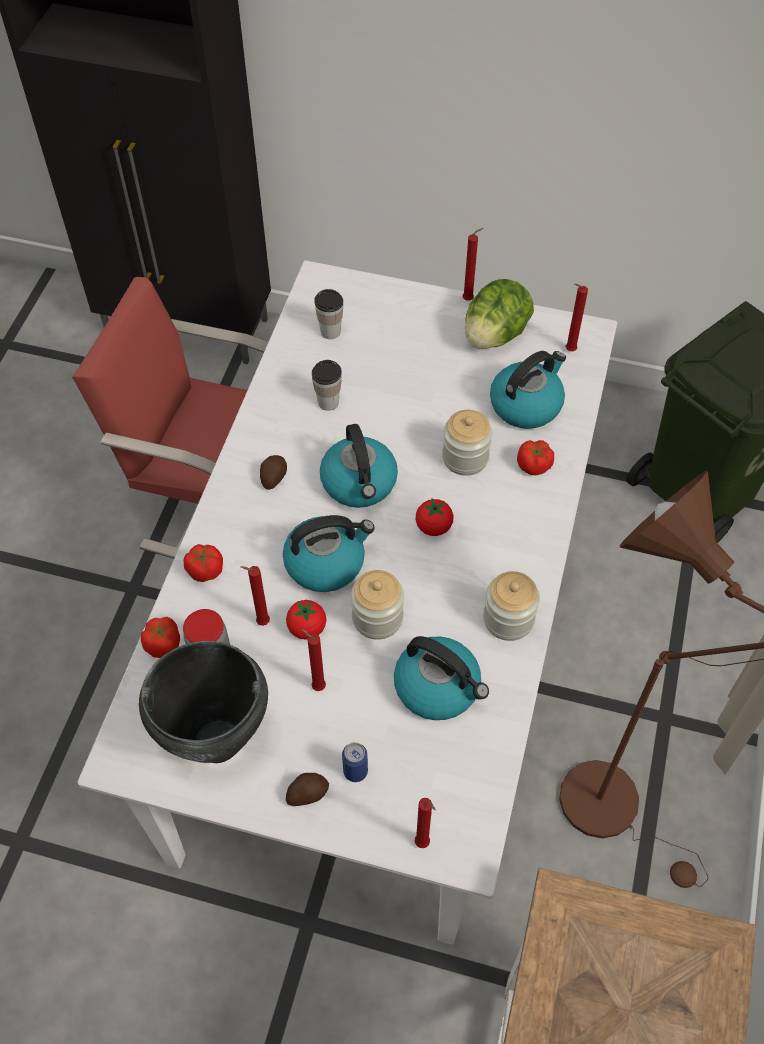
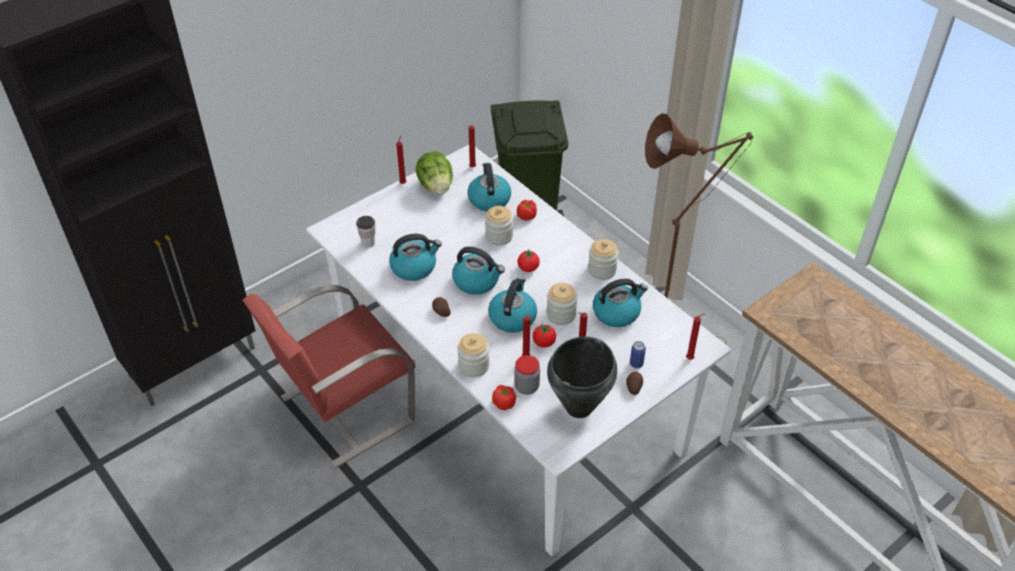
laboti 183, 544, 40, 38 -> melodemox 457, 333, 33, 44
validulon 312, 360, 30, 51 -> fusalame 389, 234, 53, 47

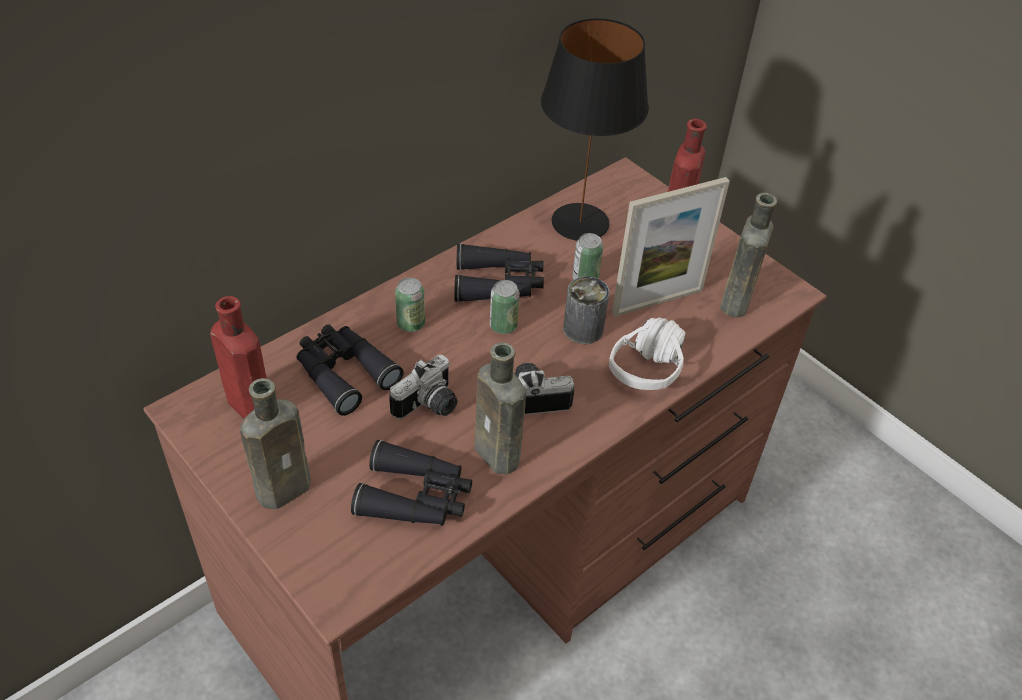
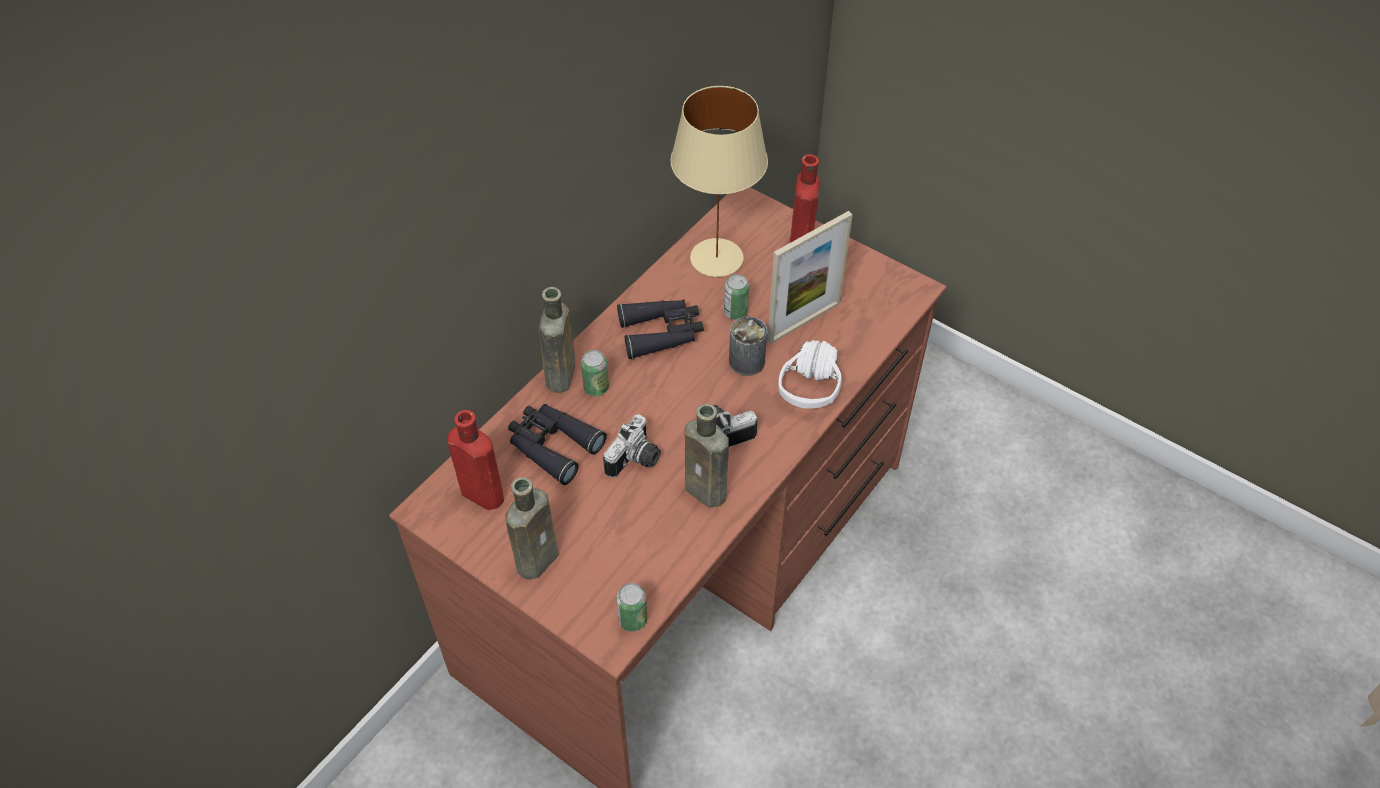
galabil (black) 351, 440, 121, 86 -> none
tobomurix 490, 280, 30, 54 -> tobomurix 616, 583, 31, 49, relocated
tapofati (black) 541, 18, 108, 223 -> tapofati (beige) 670, 86, 98, 191
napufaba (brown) 720, 193, 57, 125 -> napufaba (brown) 539, 287, 36, 106, relocated

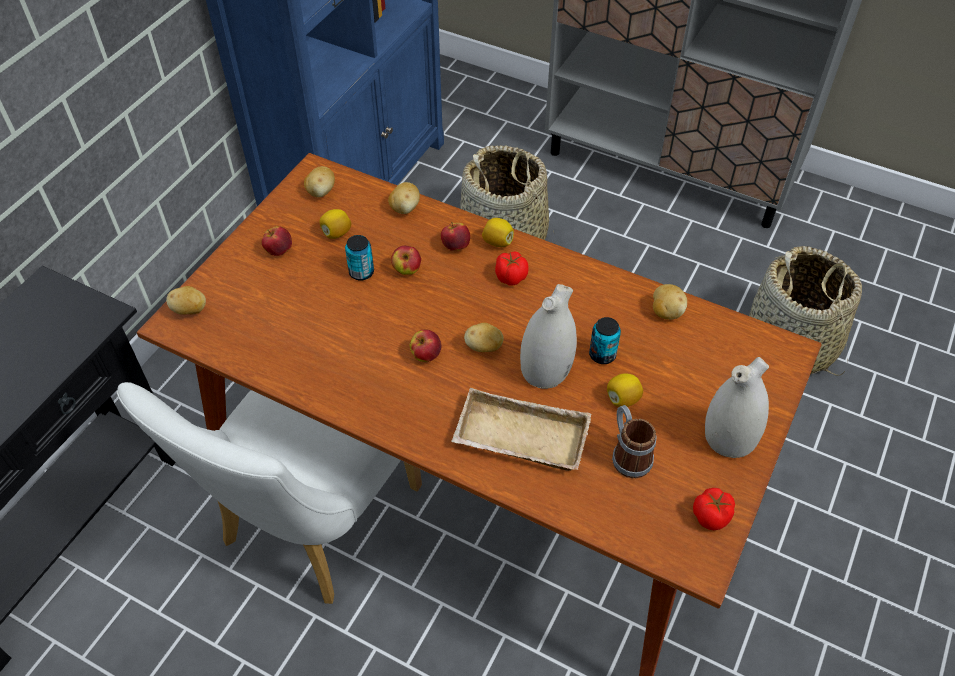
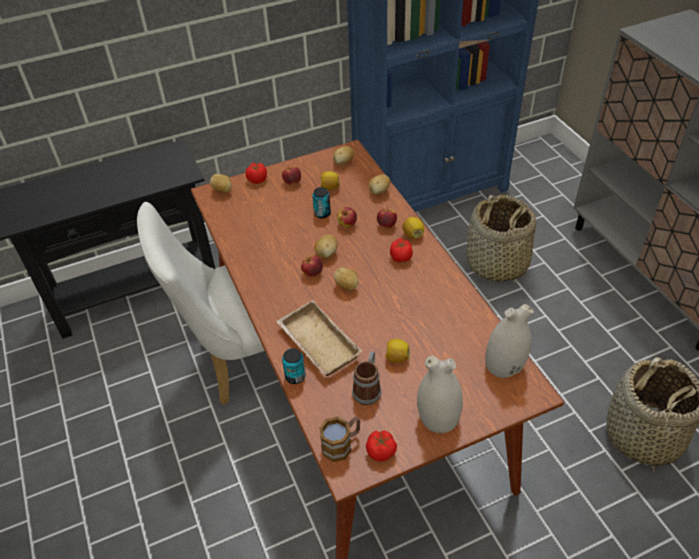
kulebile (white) 520, 284, 57, 105 -> kulebile (white) 485, 304, 49, 74, relocated
tobomurix 589, 317, 32, 47 -> tobomurix 282, 348, 24, 36, relocated
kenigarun 653, 284, 34, 36 -> kenigarun 314, 235, 24, 23, relocated
none -> laboti 245, 163, 22, 21
none -> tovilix 319, 416, 41, 46

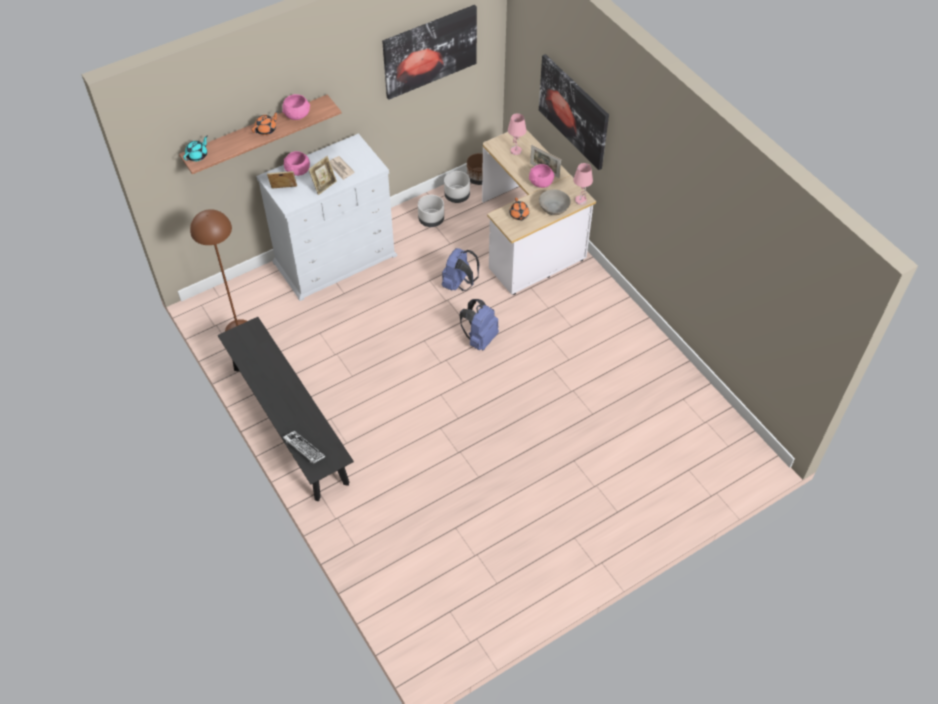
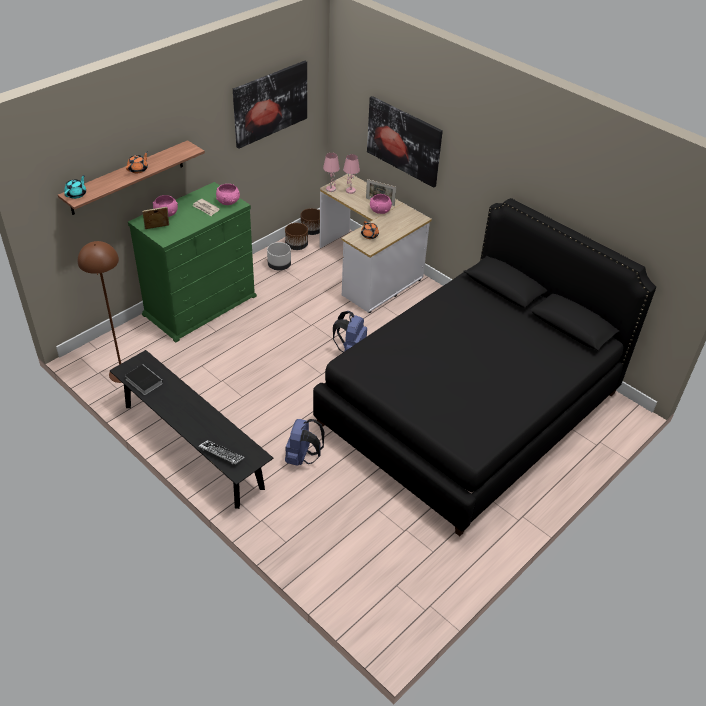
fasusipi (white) 256, 133, 141, 168 -> fasusipi (green) 128, 182, 129, 161
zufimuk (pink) 282, 94, 28, 26 -> zufimuk (pink) 216, 184, 24, 21, relocated
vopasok 308, 156, 29, 39 -> none
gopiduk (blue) 442, 248, 37, 43 -> gopiduk (blue) 285, 419, 39, 47, relocated
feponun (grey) 444, 171, 26, 32 -> feponun (brown) 285, 223, 23, 27
zufimuk (grey) 539, 189, 32, 26 -> none
tapofati (pink) 573, 163, 20, 42 -> tapofati (pink) 323, 153, 17, 39, relocated
none -> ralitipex 125, 364, 38, 31
none -> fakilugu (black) 313, 198, 343, 338

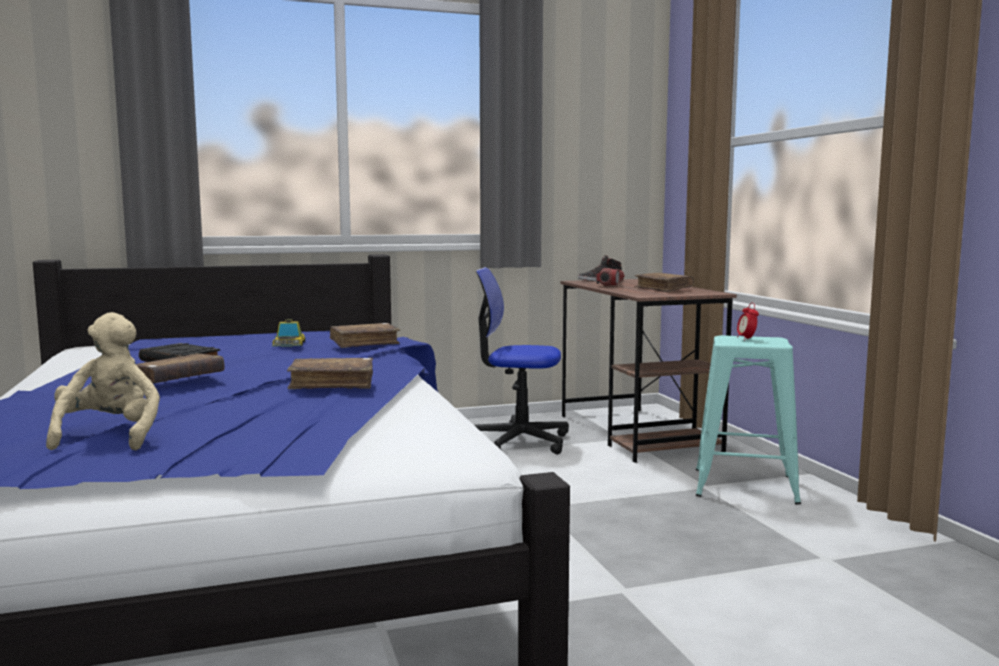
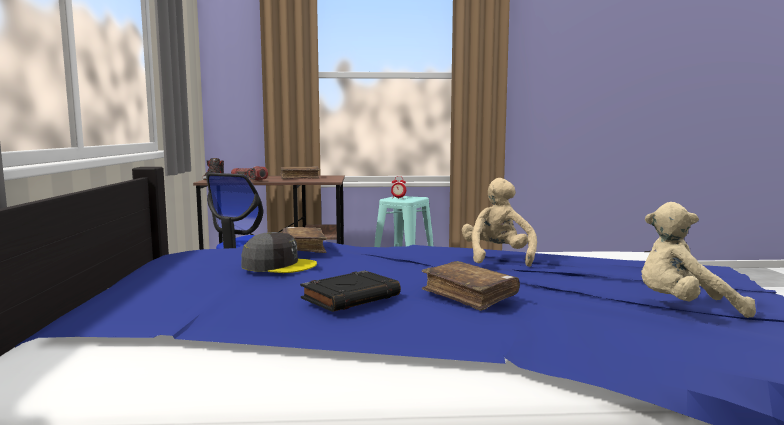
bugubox 272, 319, 34, 28 -> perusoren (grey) 242, 232, 75, 41
ralitipex (brown) 287, 358, 86, 31 -> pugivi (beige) 462, 178, 75, 89

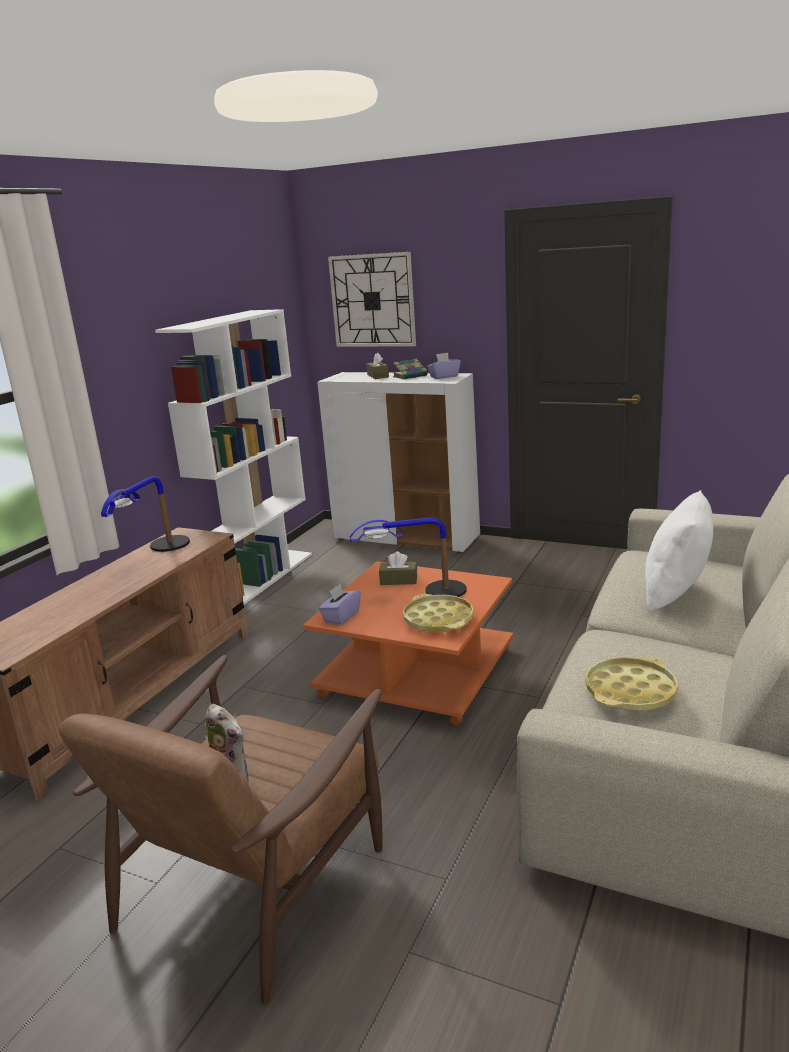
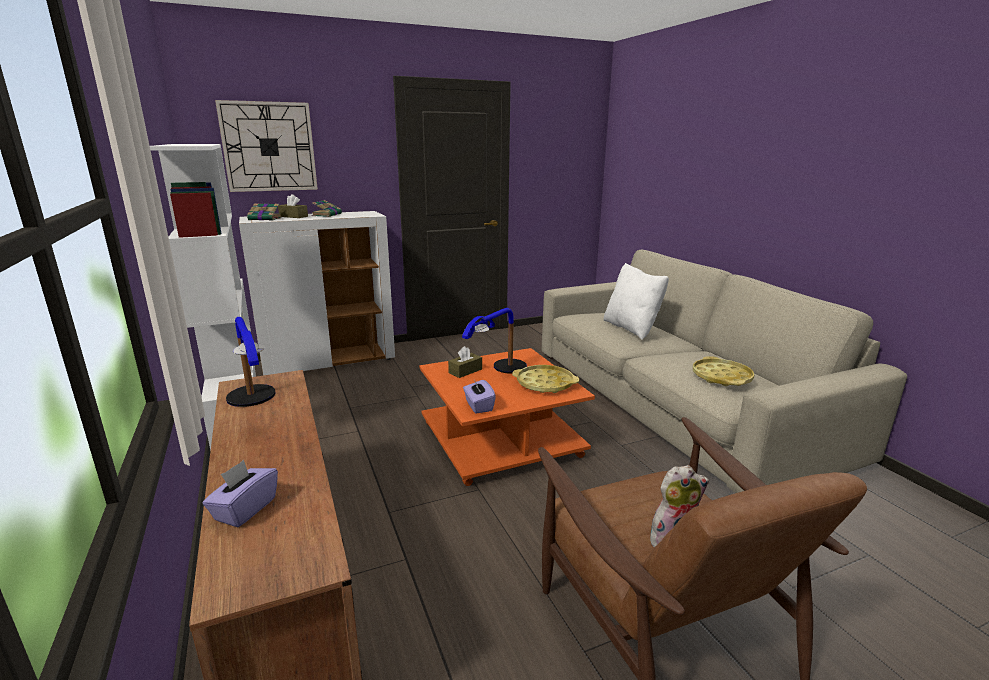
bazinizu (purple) 427, 353, 34, 26 -> bazinizu (purple) 203, 460, 75, 67, relocated
none -> ralitipex 247, 203, 35, 17

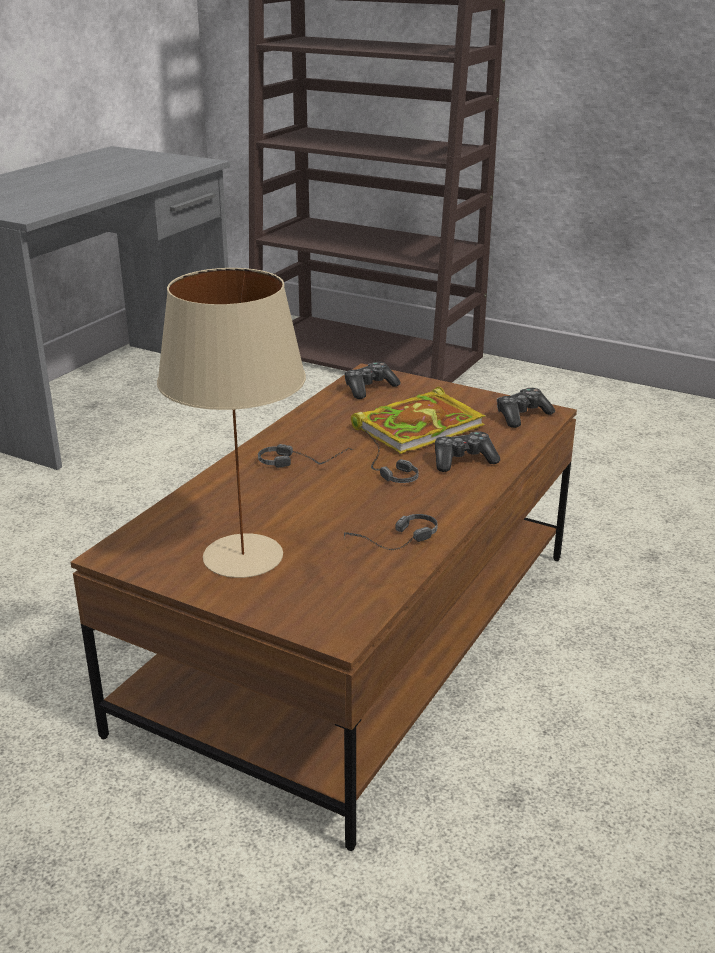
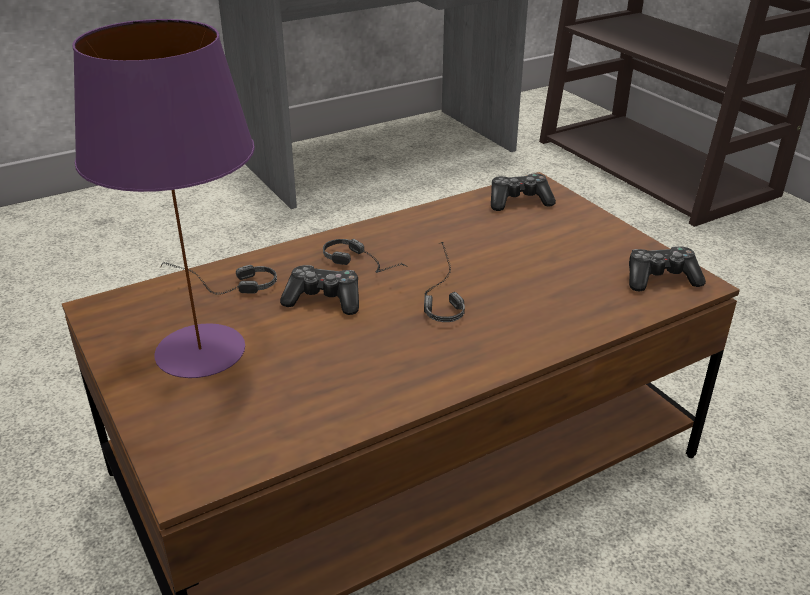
tapofati (beige) 157, 268, 149, 310 -> tapofati (purple) 72, 19, 183, 359
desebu 344, 514, 94, 36 -> desebu 160, 262, 117, 33, relocated
ralitipex 351, 387, 134, 67 -> none
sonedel 435, 431, 65, 41 -> sonedel 280, 265, 79, 50, relocated

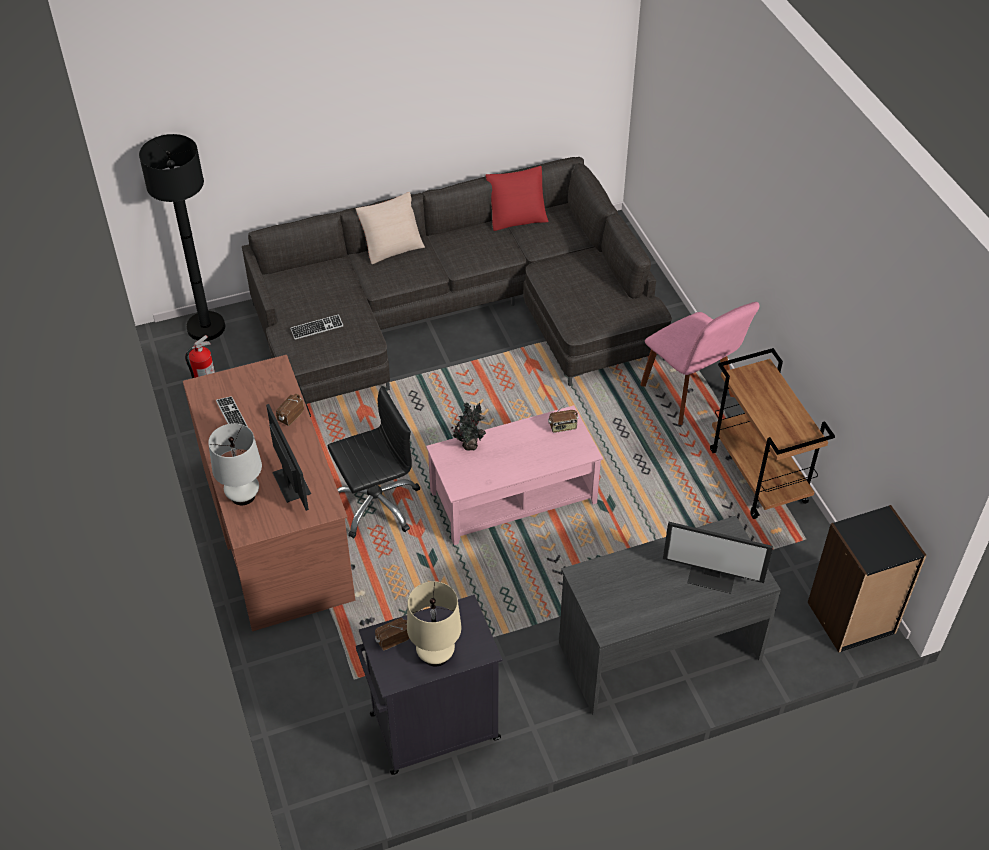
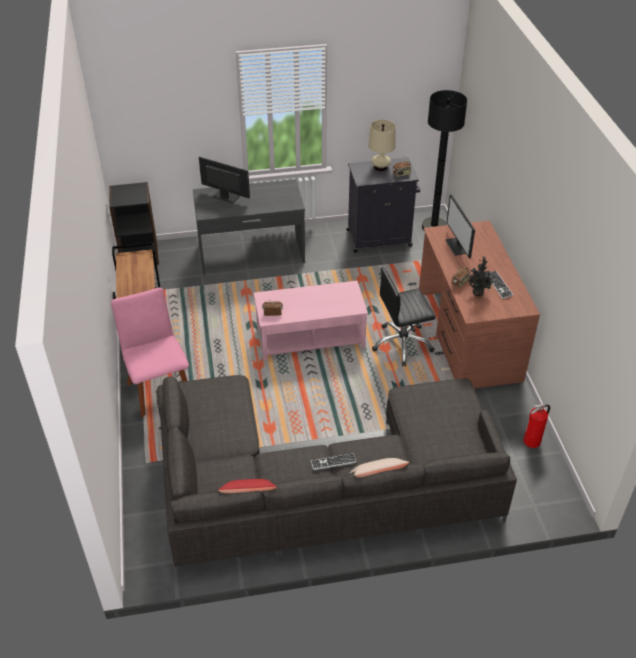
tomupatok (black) 139, 134, 86, 207 -> tomupatok (black) 422, 90, 45, 140, relocated
tapofati (white) 208, 423, 54, 82 -> none
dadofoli 290, 314, 53, 26 -> dadofoli 311, 453, 46, 17, relocated
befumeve 451, 402, 35, 48 -> befumeve 468, 256, 26, 40, relocated

